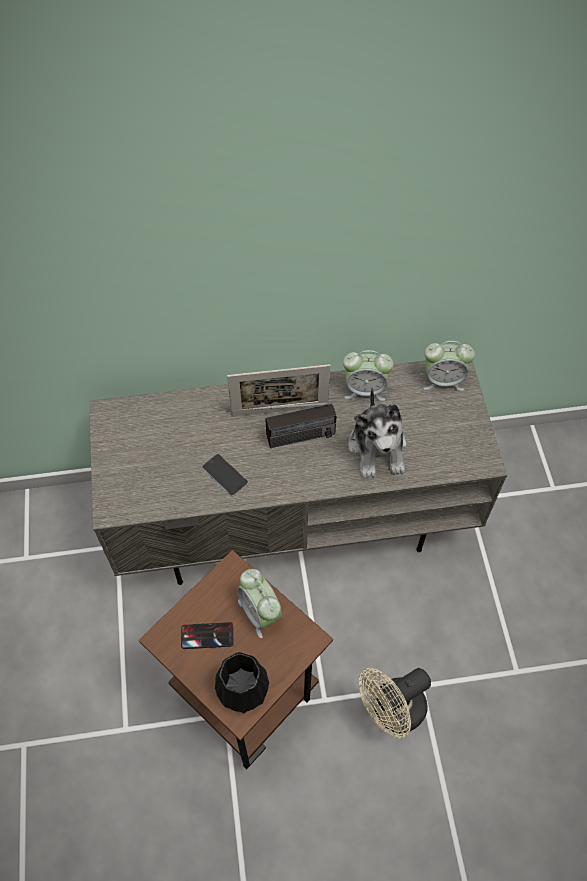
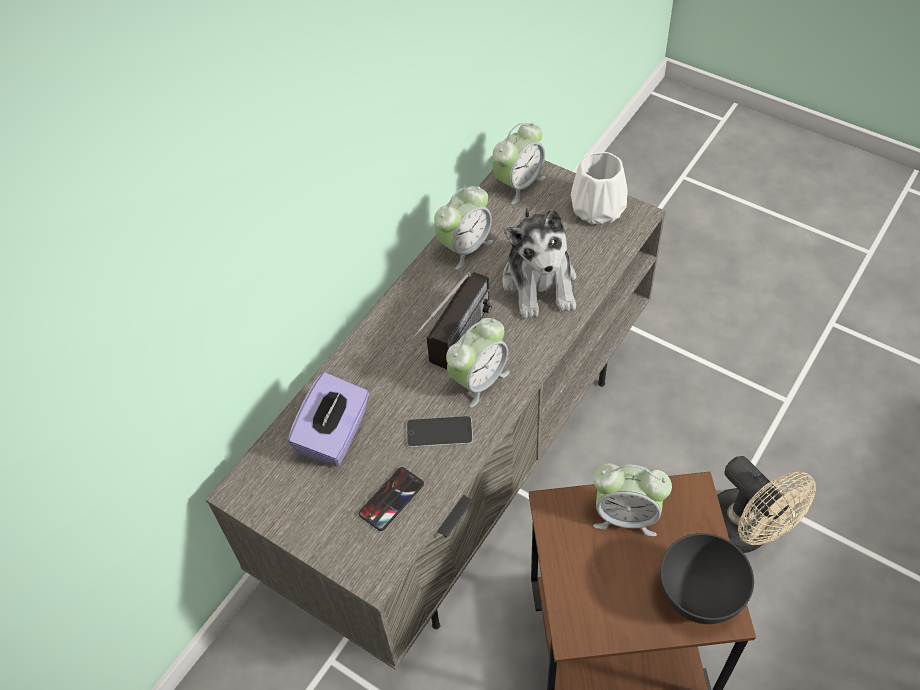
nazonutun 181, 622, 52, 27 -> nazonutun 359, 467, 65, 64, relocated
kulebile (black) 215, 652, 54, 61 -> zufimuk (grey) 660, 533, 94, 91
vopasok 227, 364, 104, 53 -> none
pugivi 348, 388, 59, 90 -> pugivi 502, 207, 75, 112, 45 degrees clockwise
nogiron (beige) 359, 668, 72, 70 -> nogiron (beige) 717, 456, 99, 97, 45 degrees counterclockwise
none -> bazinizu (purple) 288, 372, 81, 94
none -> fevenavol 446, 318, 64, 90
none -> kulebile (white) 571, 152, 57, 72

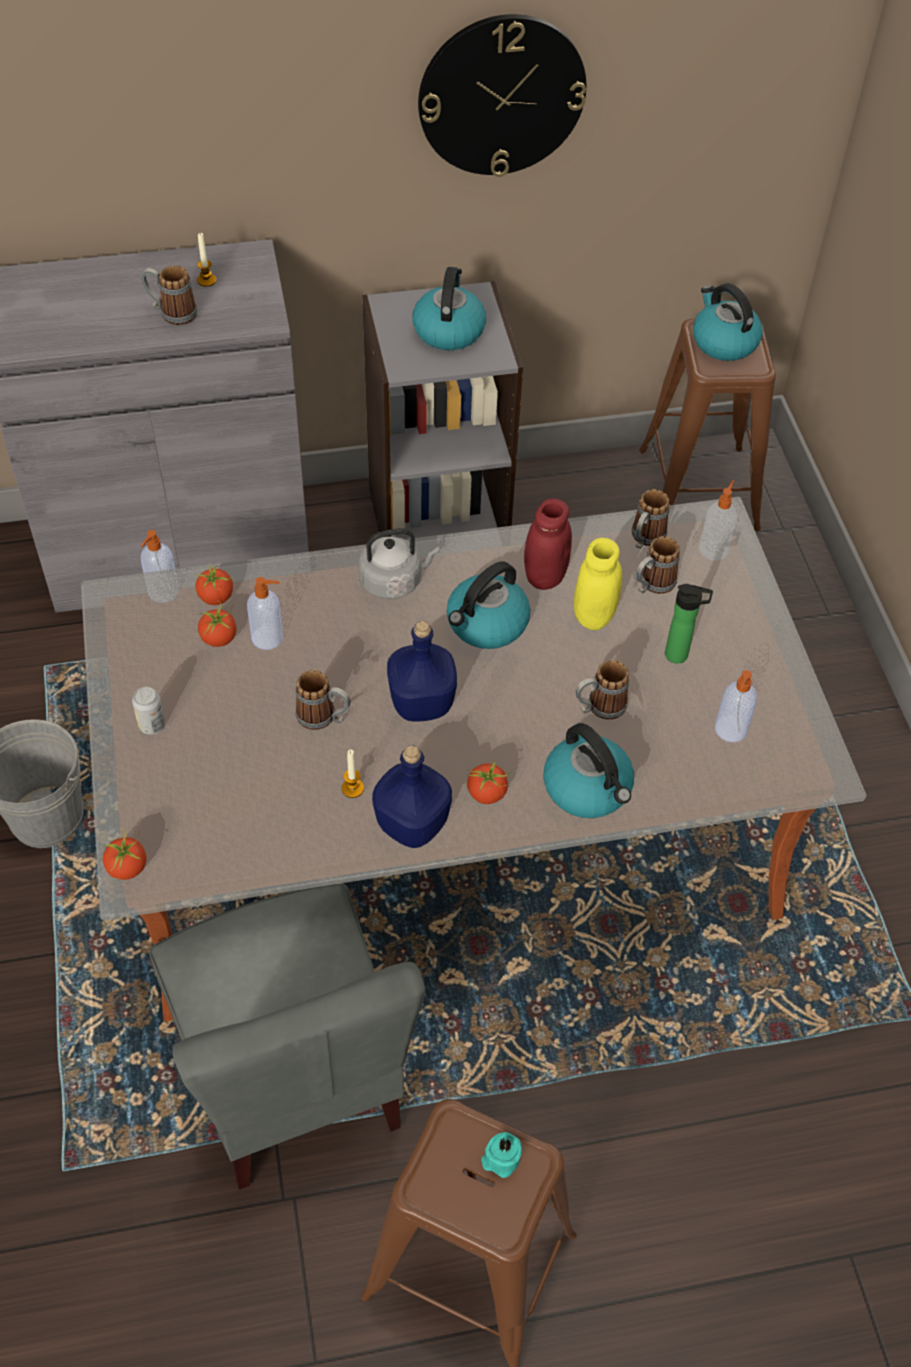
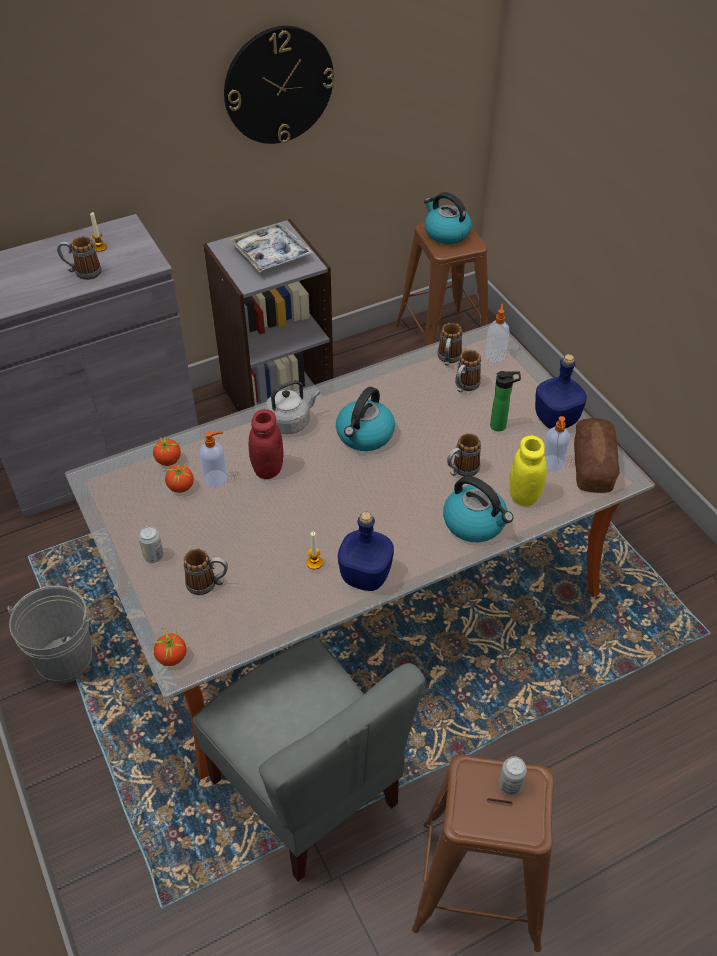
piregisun 141, 530, 38, 73 -> none
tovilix 295, 670, 55, 60 -> tovilix 183, 548, 45, 47, relocated
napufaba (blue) 387, 621, 70, 100 -> napufaba (blue) 535, 354, 52, 75, relocated
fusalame 413, 267, 73, 83 -> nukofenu 229, 223, 84, 50
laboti 467, 759, 44, 45 -> none
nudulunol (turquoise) 481, 1132, 41, 46 -> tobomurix 499, 756, 28, 39
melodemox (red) 524, 498, 48, 92 -> melodemox (red) 249, 409, 34, 70, relocated
melodemox (yellow) 574, 538, 48, 92 -> melodemox (yellow) 509, 436, 38, 70, relocated
none -> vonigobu 574, 418, 46, 75

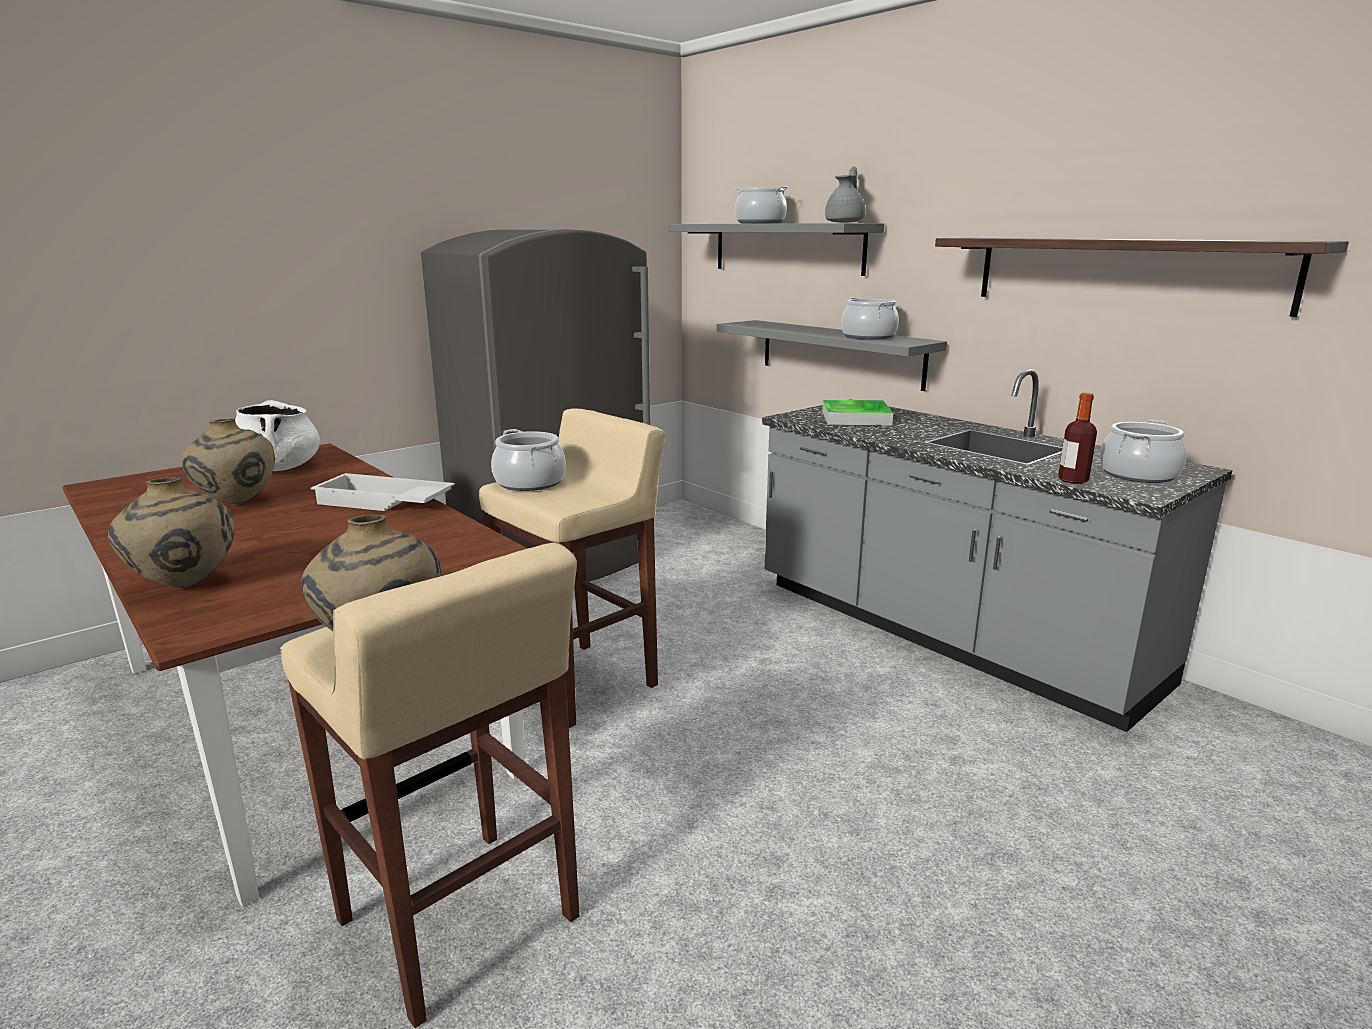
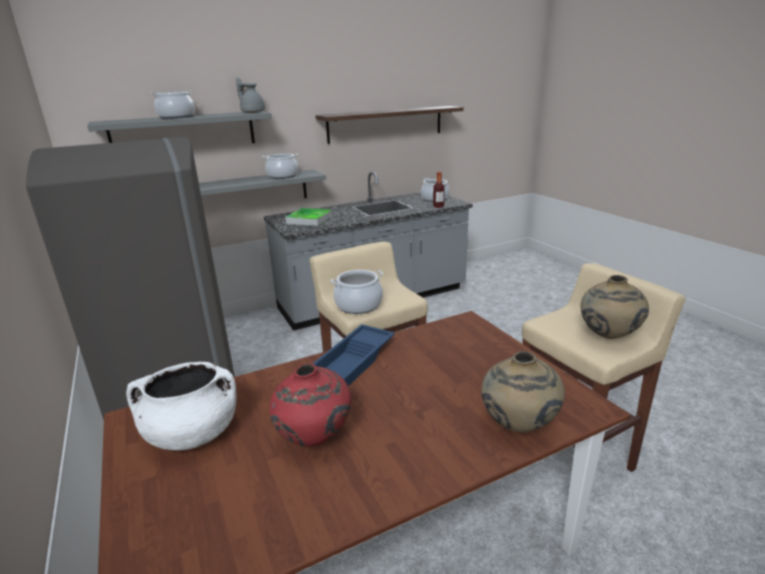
kulebile (beige) 181, 418, 94, 87 -> kulebile (red) 270, 363, 81, 83
nukofenu (white) 310, 473, 145, 38 -> nukofenu (blue) 312, 324, 83, 62

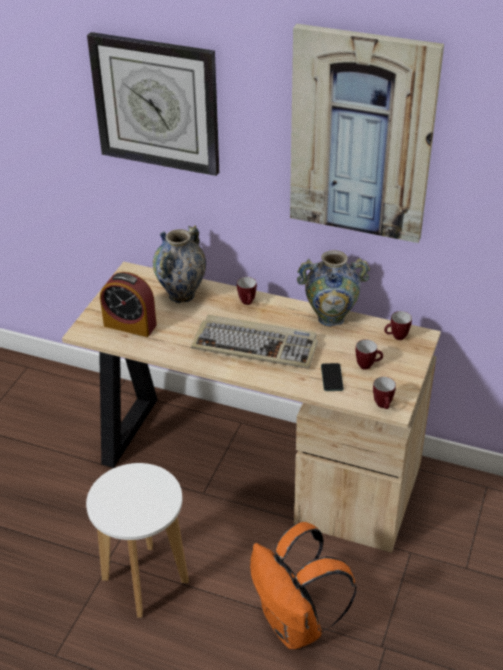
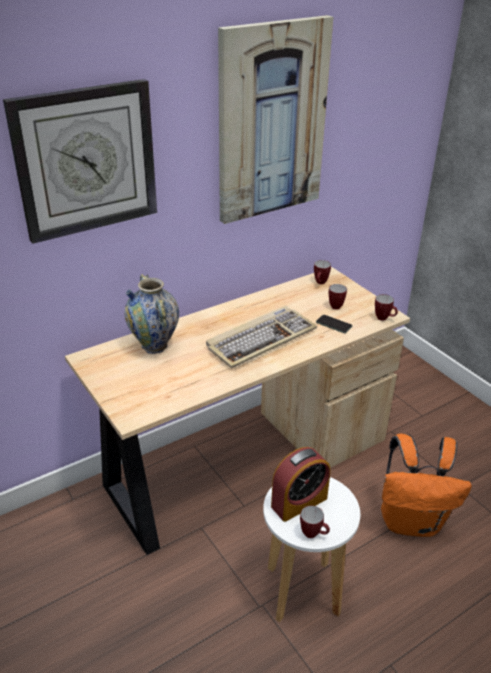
fevenavol 100, 272, 57, 65 -> fevenavol 271, 447, 59, 75, relocated
tovilix 237, 277, 20, 28 -> tovilix 300, 506, 30, 32, relocated
kulebile 297, 250, 73, 77 -> none

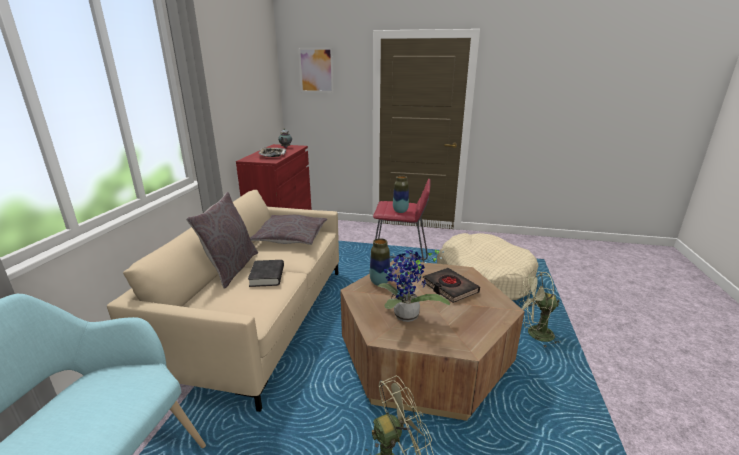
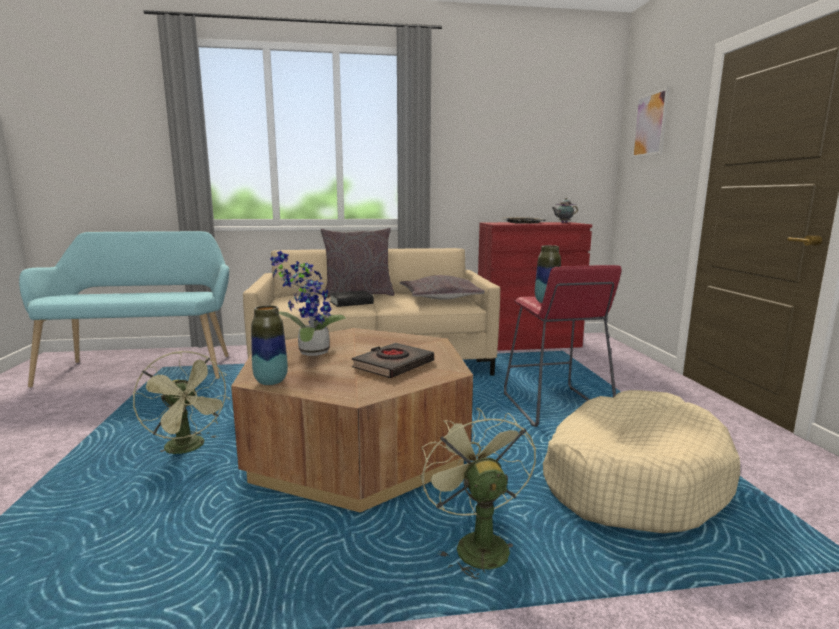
kulebile 370, 238, 20, 48 -> kulebile 251, 305, 37, 80, relocated

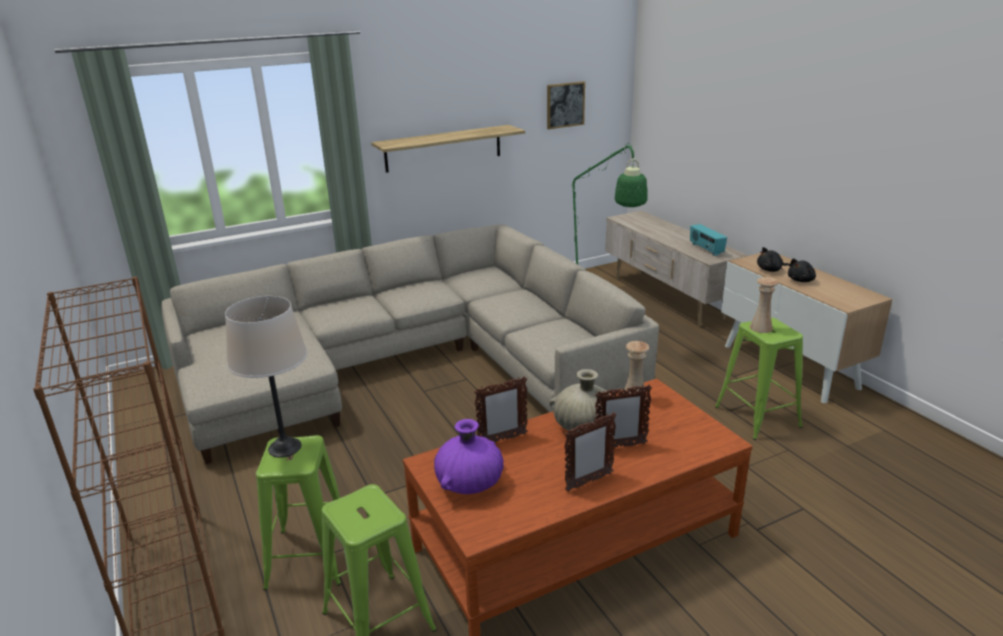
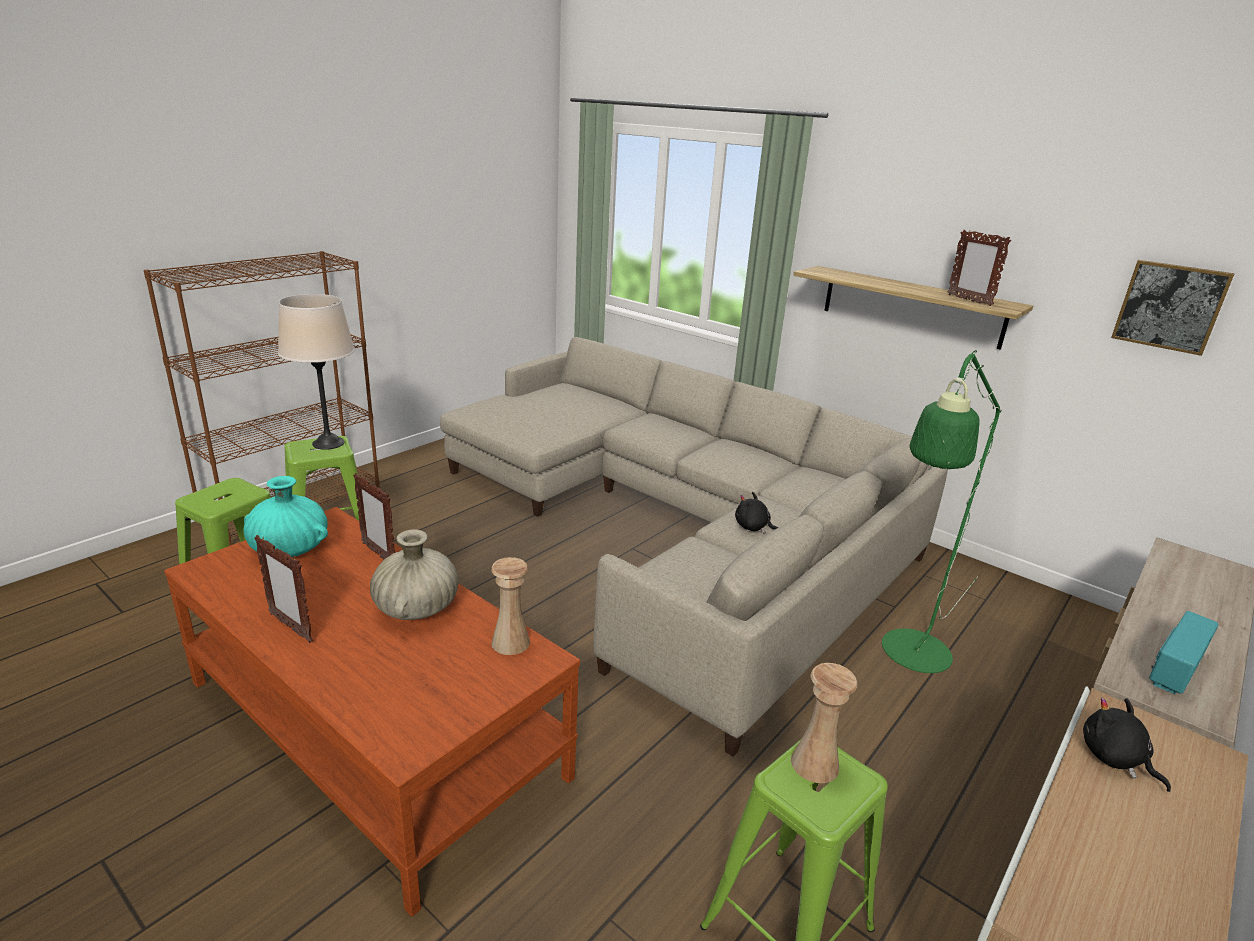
kulebile (purple) 434, 419, 70, 75 -> kulebile (turquoise) 244, 476, 84, 81
vopasok 595, 385, 57, 62 -> vopasok 948, 230, 63, 76, relocated
pugivi (black) 788, 258, 28, 24 -> pugivi (black) 735, 492, 44, 41, relocated

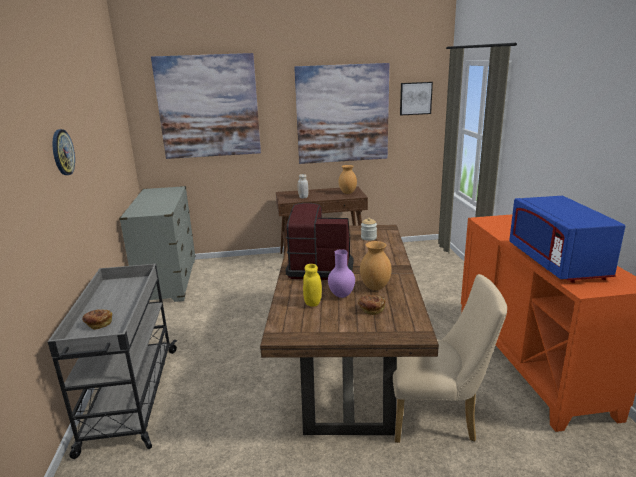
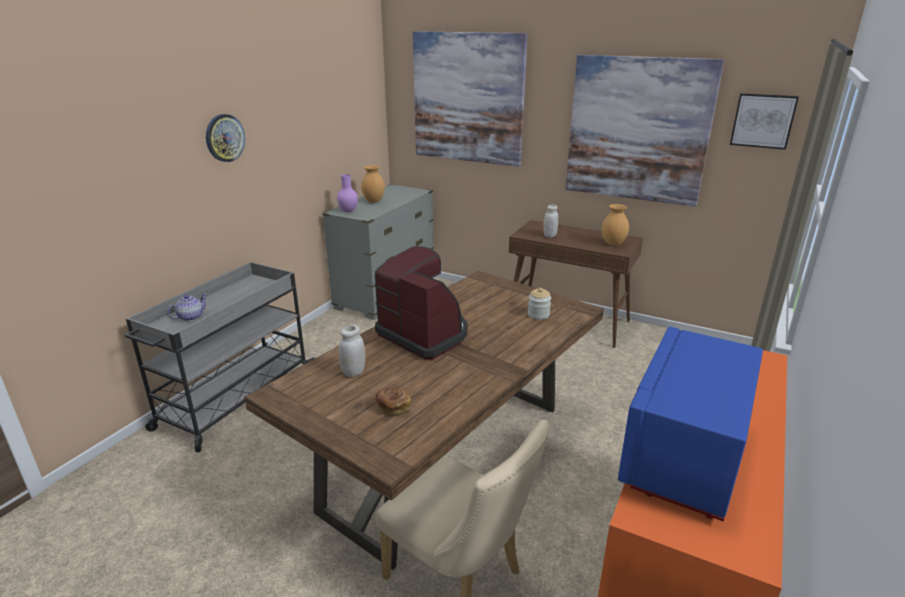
vonigobu 82, 309, 30, 21 -> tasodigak 168, 294, 39, 27
melodemox (yellow) 303, 264, 19, 42 -> melodemox (white) 339, 325, 27, 52
kulebile (purple) 328, 249, 27, 49 -> kulebile (purple) 337, 174, 21, 38, relocated
kulebile (brown) 360, 241, 32, 49 -> kulebile (brown) 361, 165, 24, 38, relocated

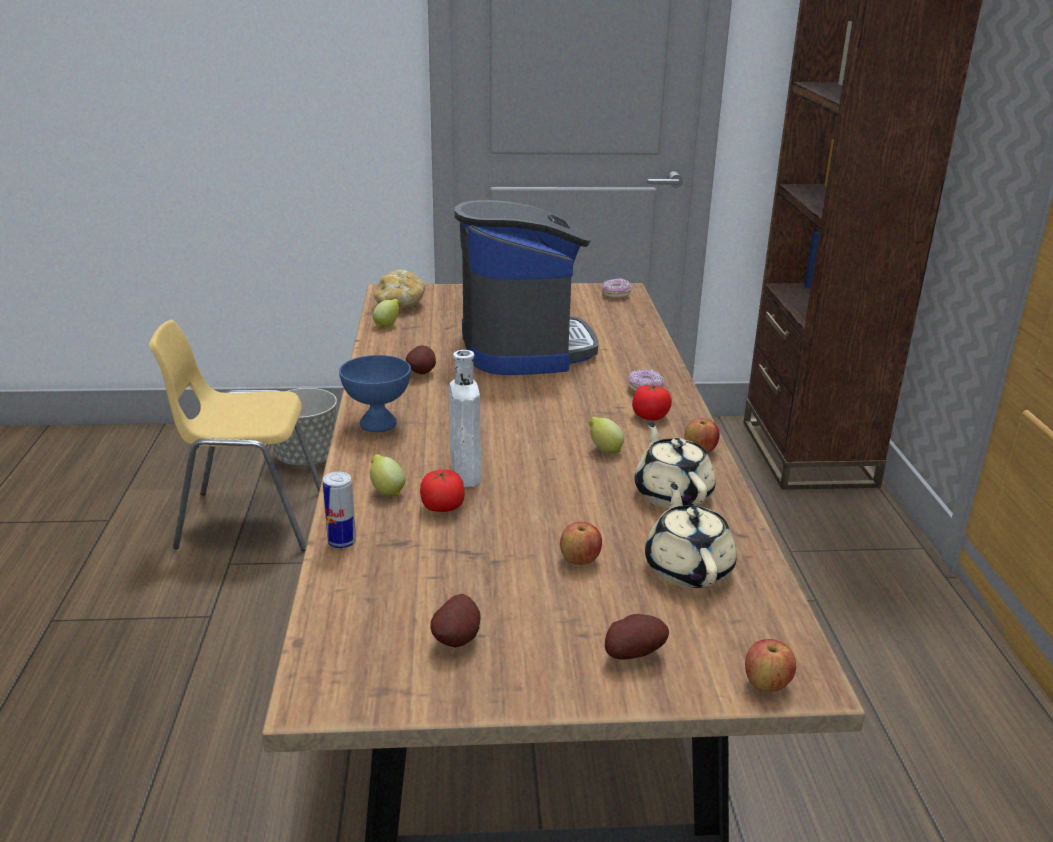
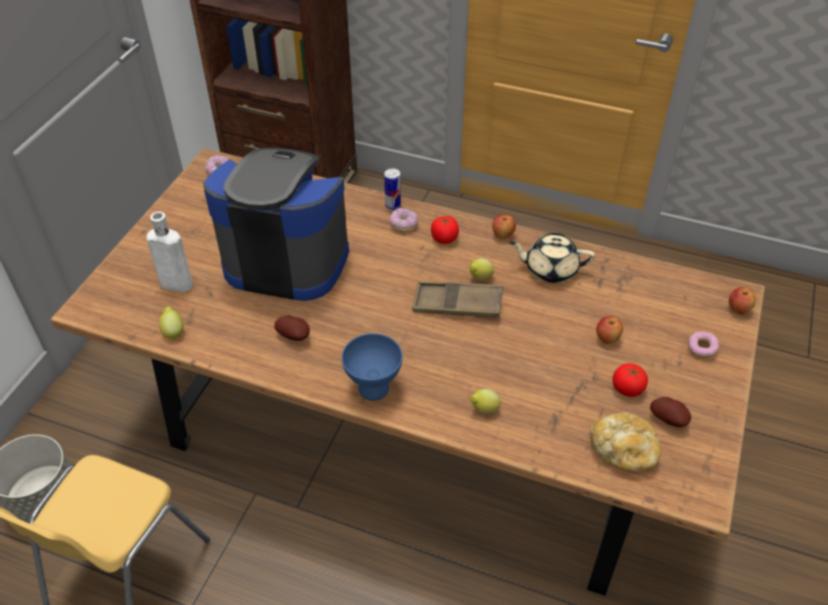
tobomurix 323, 472, 33, 77 -> tobomurix 384, 169, 17, 41, relocated
vonigobu 373, 270, 52, 39 -> vonigobu 590, 412, 71, 59, relocated
laboti 420, 470, 45, 42 -> laboti 613, 363, 35, 34, relocated
napufaba (white) 448, 350, 34, 137 -> napufaba (white) 146, 211, 47, 81, relocated
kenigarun 605, 614, 64, 45 -> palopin 688, 331, 31, 28
tasodigak (beige) 645, 483, 92, 105 -> none
none -> nukofenu (brown) 413, 281, 90, 37

